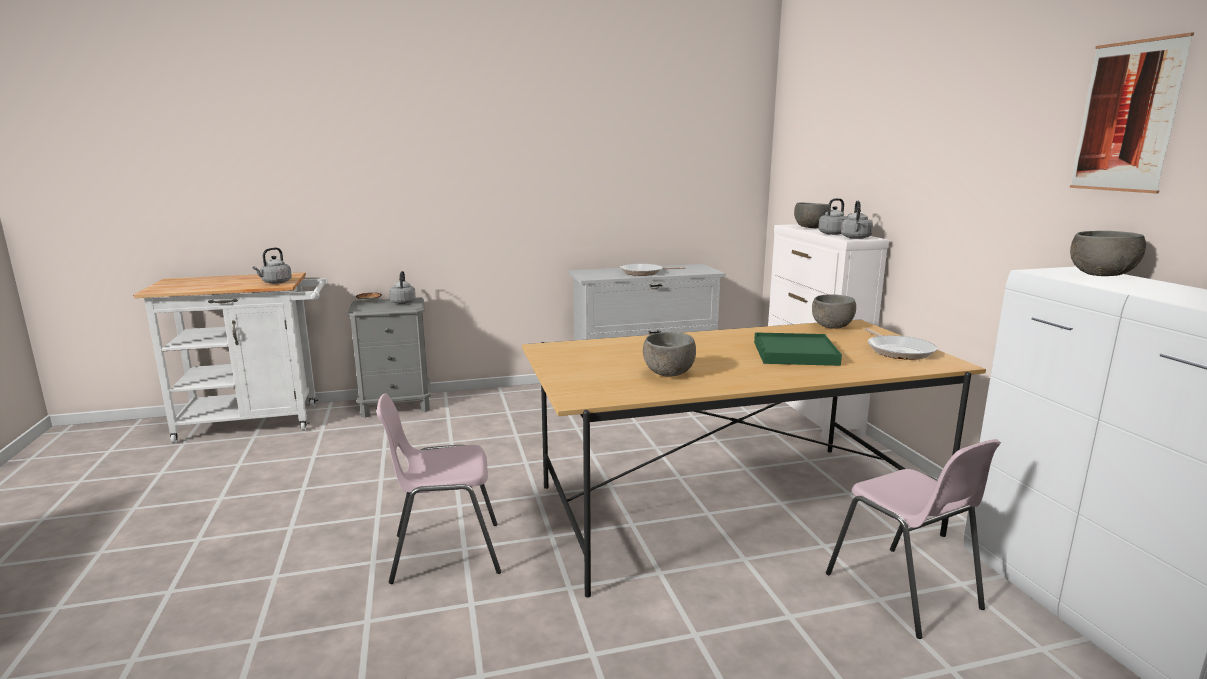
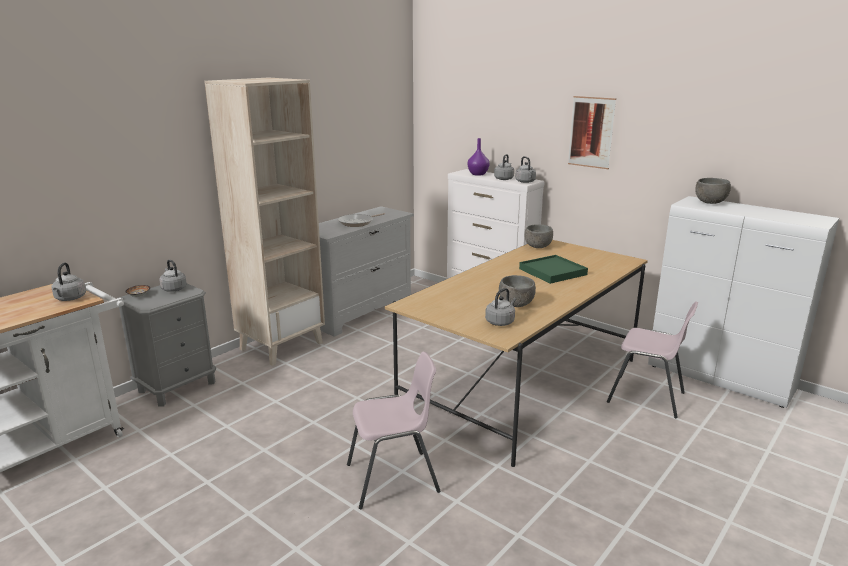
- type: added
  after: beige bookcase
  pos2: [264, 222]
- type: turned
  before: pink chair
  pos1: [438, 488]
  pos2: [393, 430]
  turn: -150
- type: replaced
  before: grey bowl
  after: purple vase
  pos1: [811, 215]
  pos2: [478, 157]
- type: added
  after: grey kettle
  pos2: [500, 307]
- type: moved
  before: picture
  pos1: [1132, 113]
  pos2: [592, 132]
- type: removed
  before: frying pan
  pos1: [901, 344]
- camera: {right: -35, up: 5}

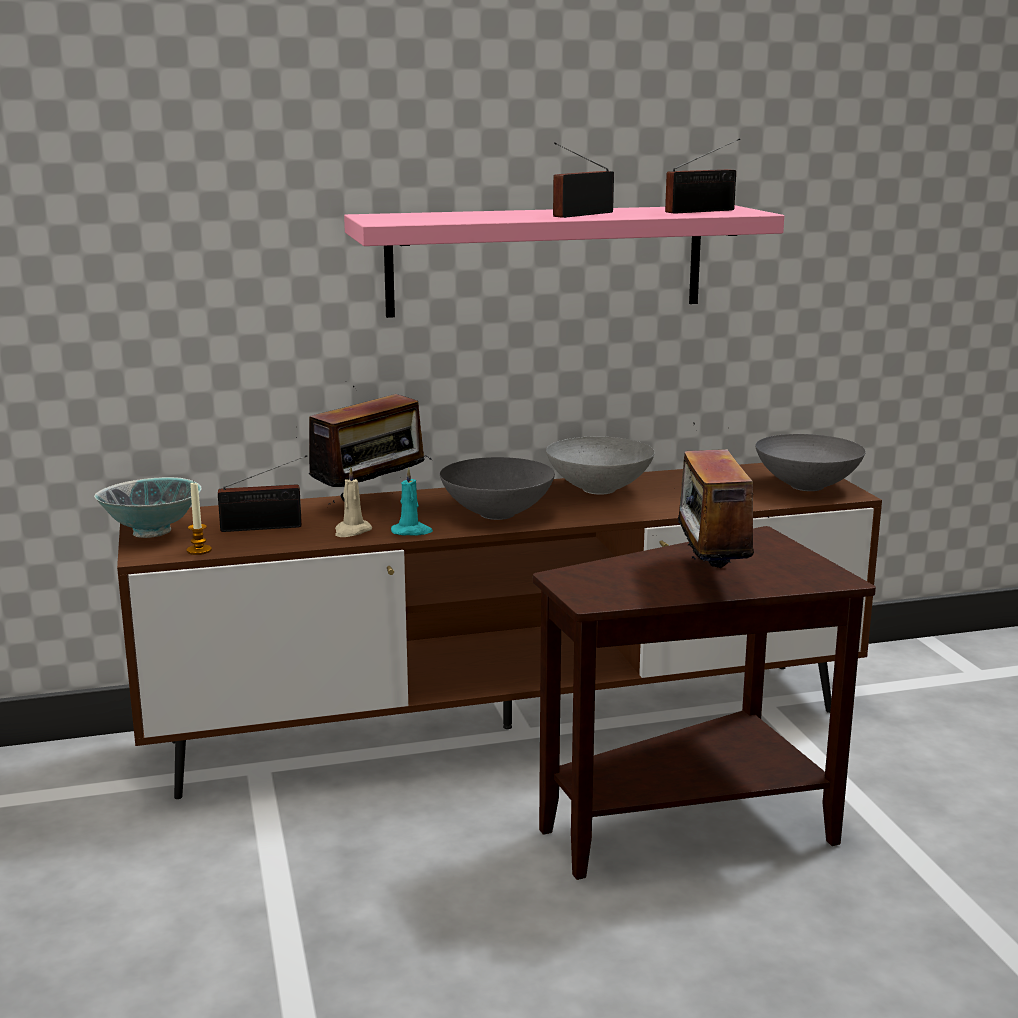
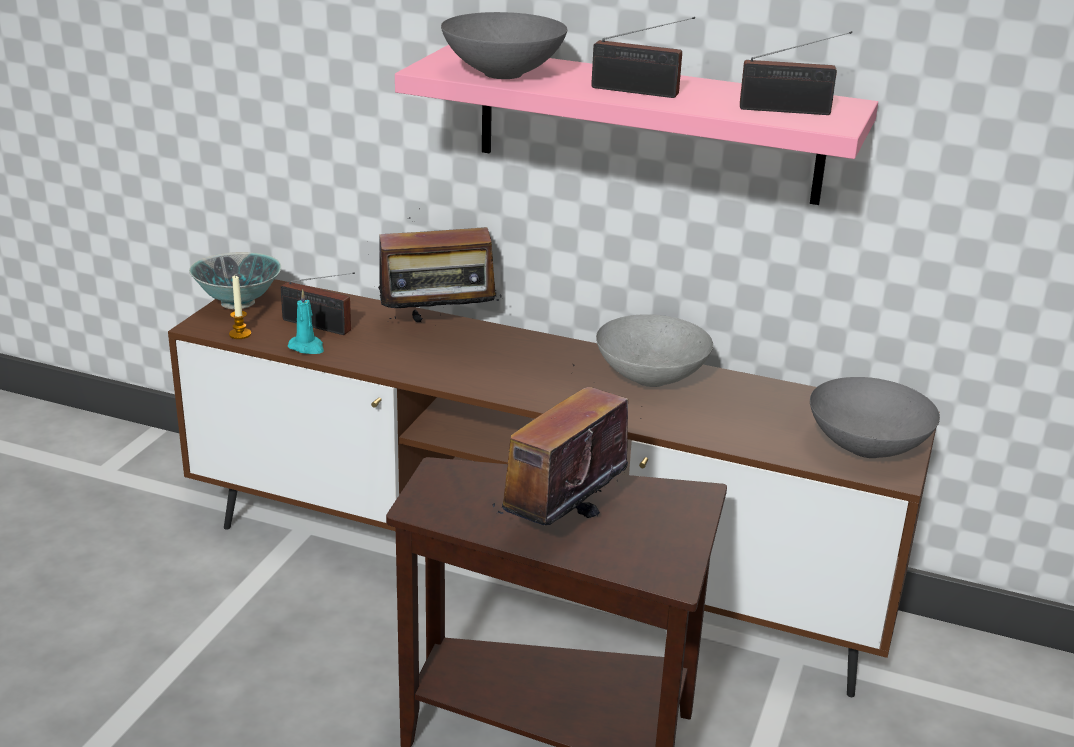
- type: moved
  before: turquoise candle
  pos1: [412, 501]
  pos2: [306, 322]
- type: moved
  before: grey bowl
  pos1: [497, 488]
  pos2: [504, 45]
- type: turned
  before: radio
  pos1: [583, 180]
  pos2: [643, 57]
  turn: -150
- type: removed
  before: beige candle
  pos1: [353, 502]
- camera: {right: 35, up: 10}

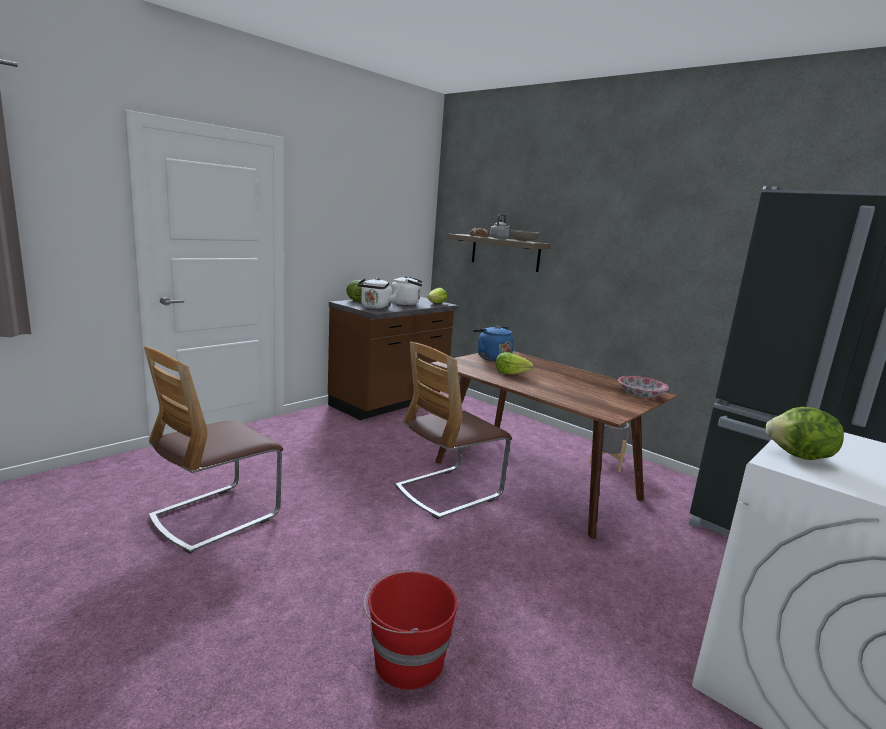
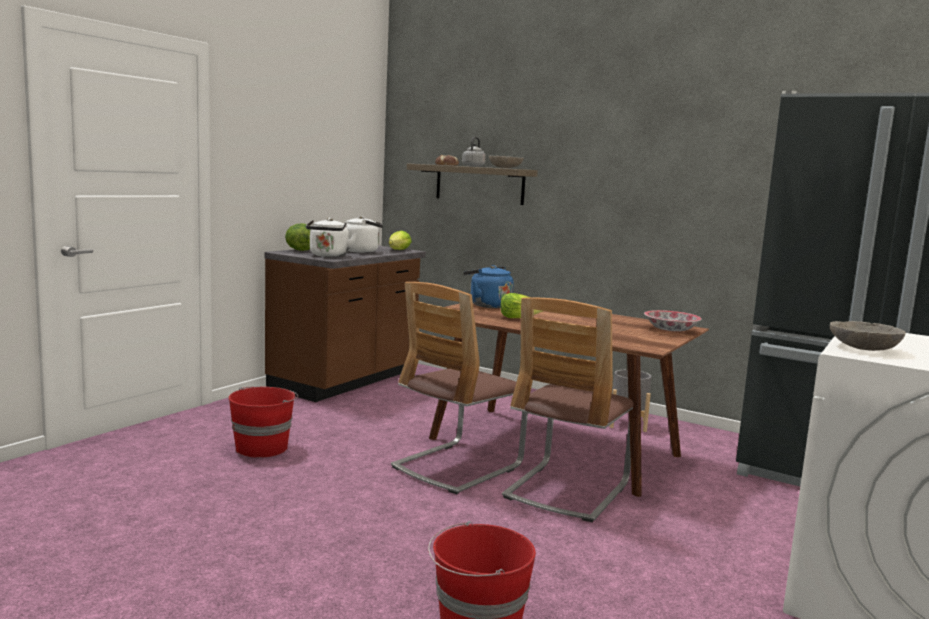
- type: added
  after: red bucket
  pos2: [263, 422]
- type: moved
  before: chair
  pos1: [213, 449]
  pos2: [568, 409]
- type: replaced
  before: lettuce
  after: grey bowl
  pos1: [804, 433]
  pos2: [868, 336]
- camera: {right: -10, up: -5}

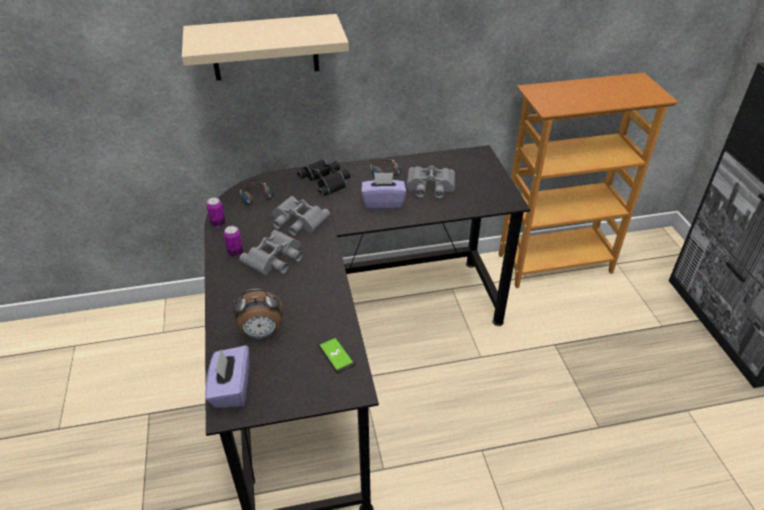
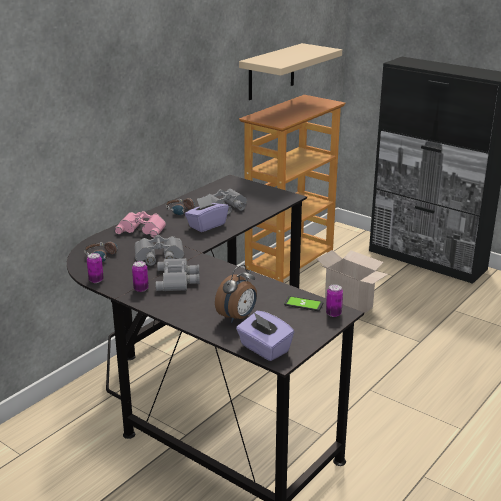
- type: recoloured
  before: black binoculars
  after: pink binoculars
  pos1: [323, 178]
  pos2: [140, 224]
- type: moved
  before: beige shelf
  pos1: [265, 47]
  pos2: [290, 71]
- type: added
  after: cardboard box
  pos2: [352, 282]
- type: added
  after: can
  pos2: [334, 300]
- camera: {right: -40, up: -15}

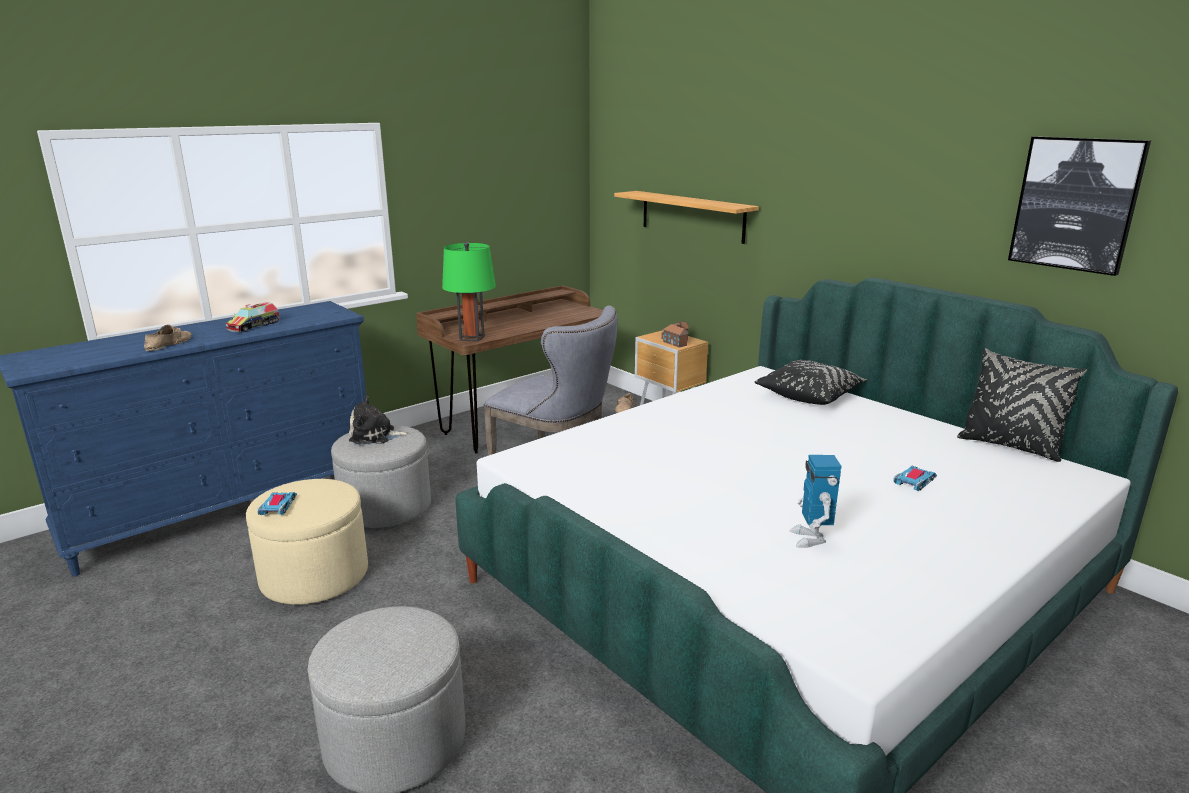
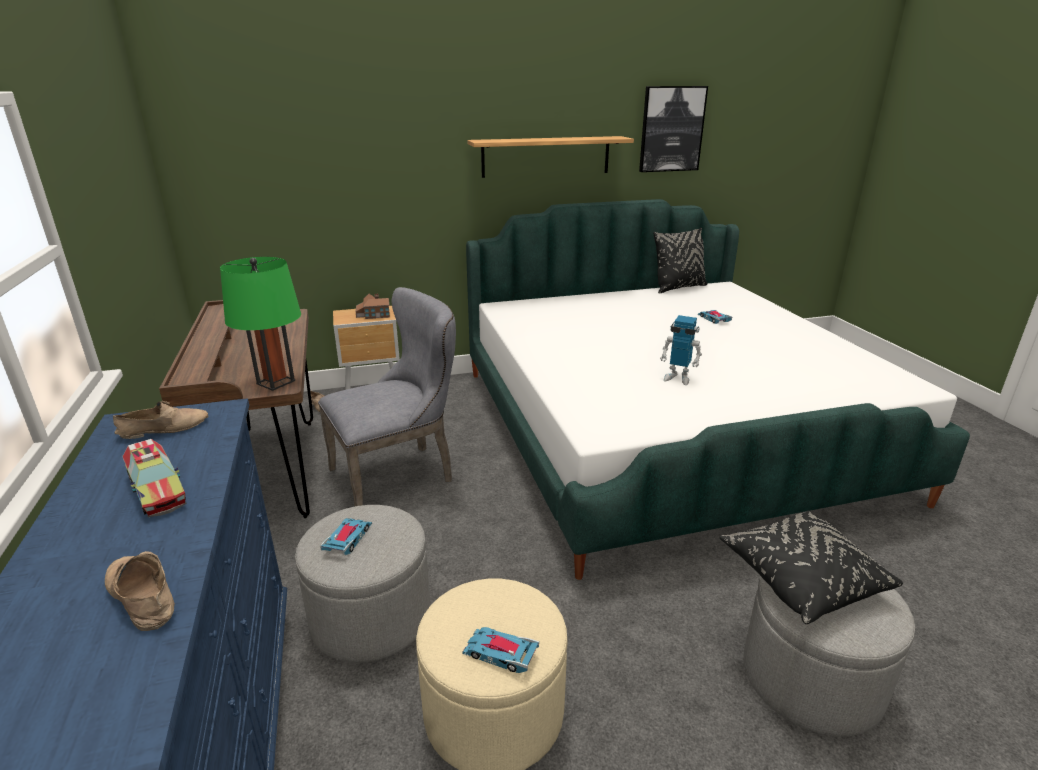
- type: added
  after: beige shoe
  pos2: [160, 420]
- type: replaced
  before: plush toy
  after: toy car
  pos1: [379, 420]
  pos2: [346, 536]
- type: moved
  before: shelf
  pos1: [686, 217]
  pos2: [550, 157]
- type: moved
  before: toy robot
  pos1: [815, 501]
  pos2: [681, 350]
- type: moved
  before: black pillow
  pos1: [811, 382]
  pos2: [811, 567]
- camera: {right: -65, up: 5}

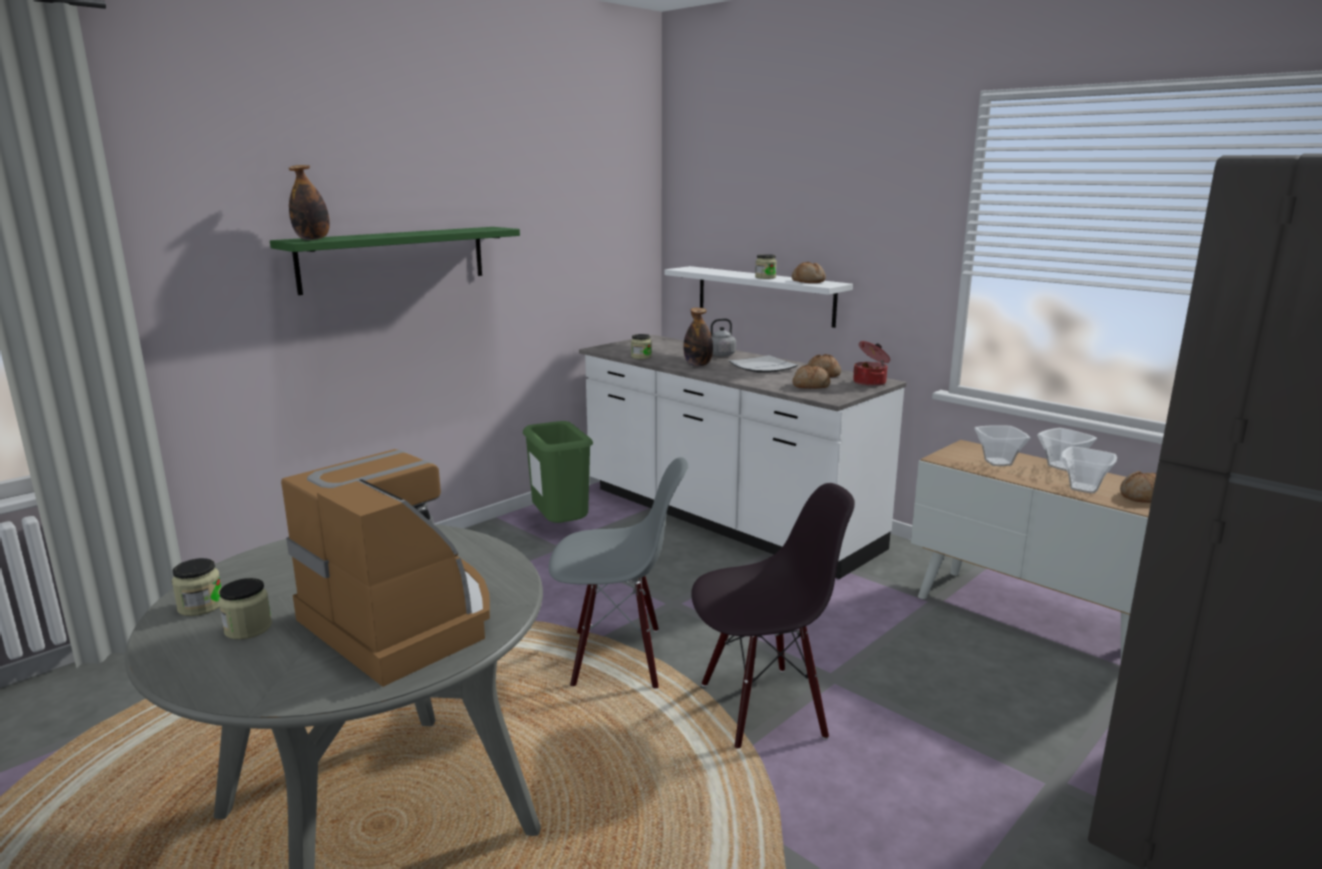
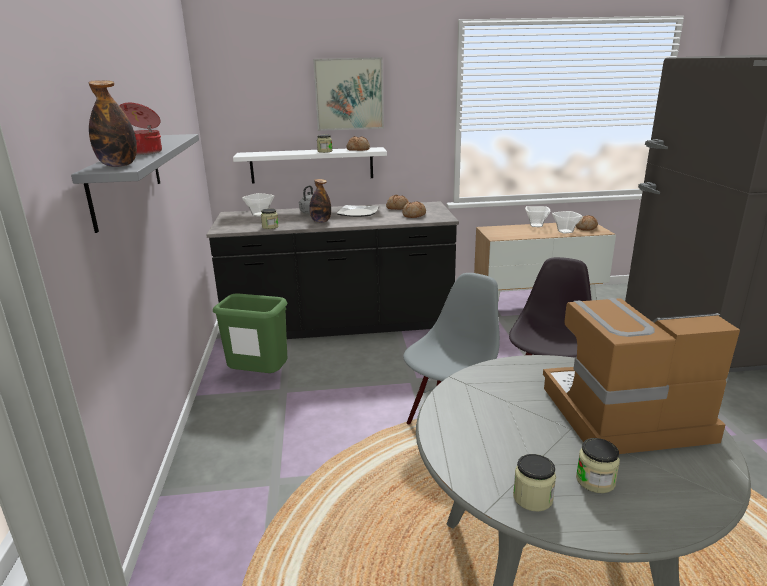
- type: recoloured
  before: green shelf
  after: grey shelf
  pos1: [395, 261]
  pos2: [135, 183]
- type: moved
  before: cooking pot
  pos1: [871, 363]
  pos2: [140, 129]
- type: recoloured
  before: white counter
  after: black counter
  pos1: [742, 457]
  pos2: [332, 270]
- type: moved
  before: bowl
  pos1: [1002, 445]
  pos2: [258, 205]
- type: added
  after: picture
  pos2: [348, 94]
- camera: {right: -50, up: 5}

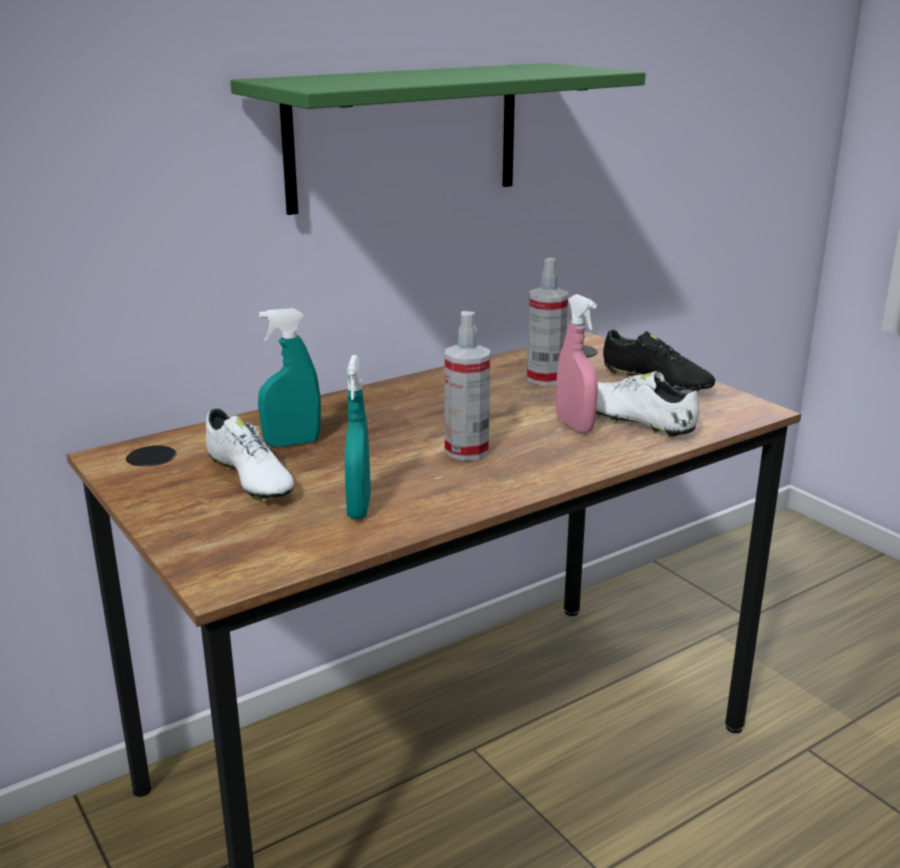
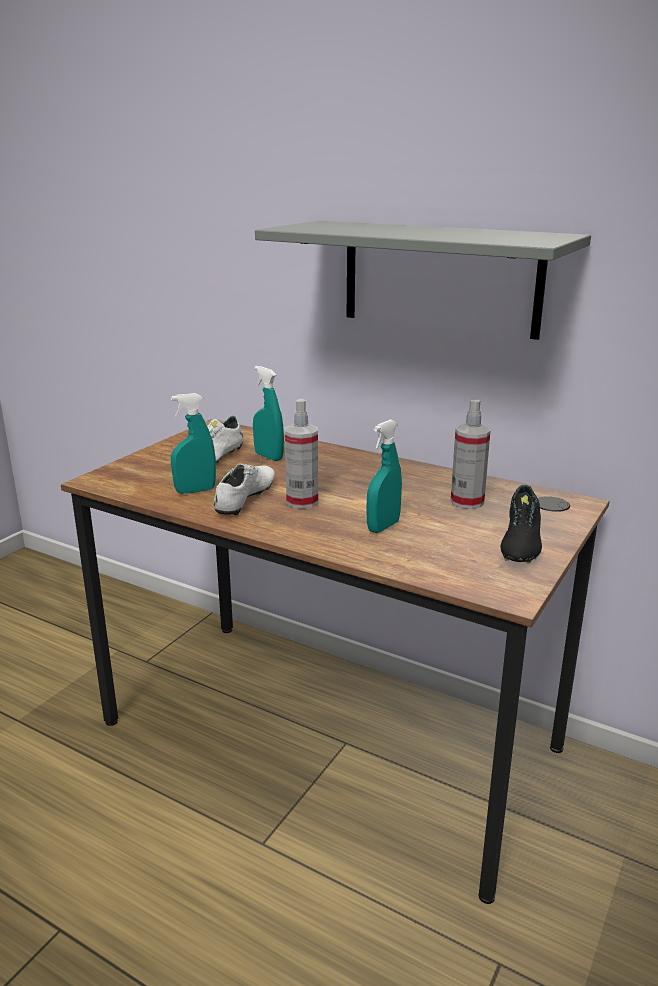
- type: moved
  before: white shoe
  pos1: [647, 404]
  pos2: [244, 490]
- type: recoloured
  before: green shelf
  after: grey shelf
  pos1: [438, 139]
  pos2: [423, 280]
- type: recoloured
  before: pink spray bottle
  after: turquoise spray bottle
  pos1: [577, 363]
  pos2: [384, 476]
- camera: {right: 65, up: 0}

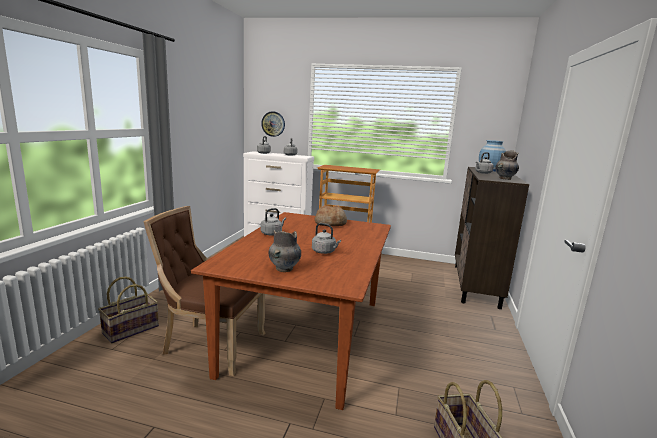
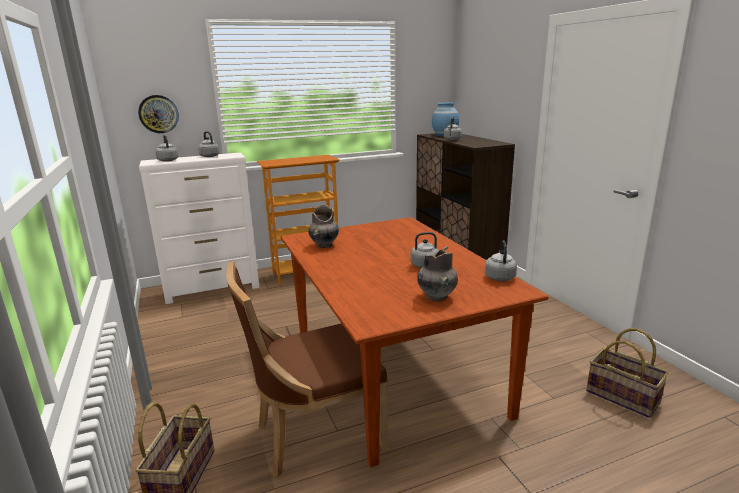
- type: moved
  before: grey vase
  pos1: [507, 165]
  pos2: [323, 226]
- type: moved
  before: grey kettle
  pos1: [273, 221]
  pos2: [501, 260]
- type: removed
  before: bread
  pos1: [331, 216]
- camera: {right: -35, up: 5}

